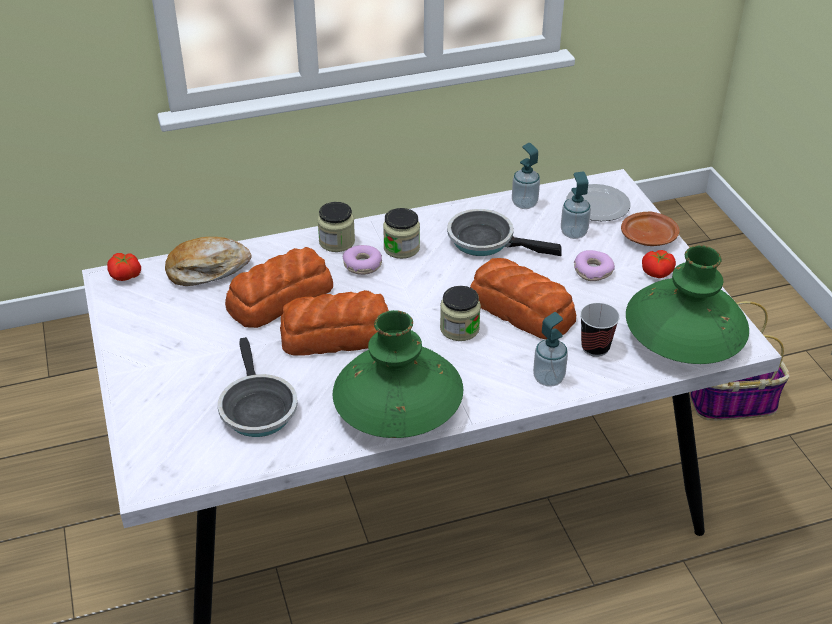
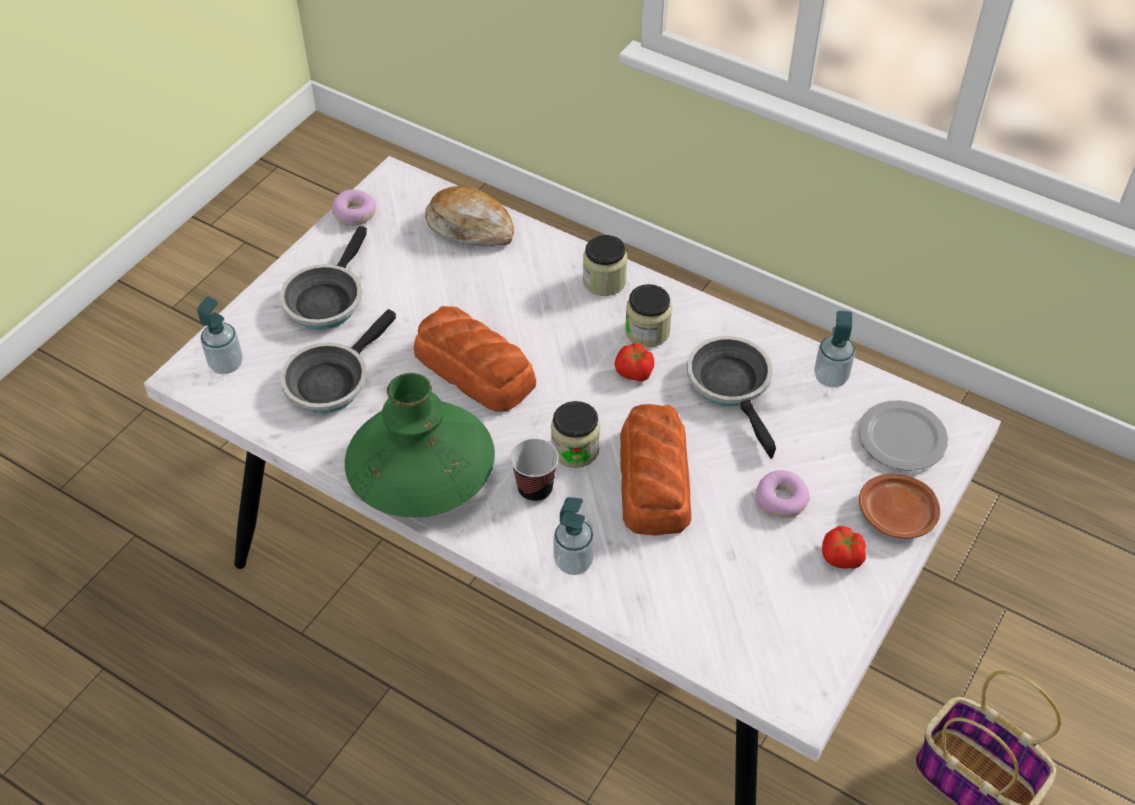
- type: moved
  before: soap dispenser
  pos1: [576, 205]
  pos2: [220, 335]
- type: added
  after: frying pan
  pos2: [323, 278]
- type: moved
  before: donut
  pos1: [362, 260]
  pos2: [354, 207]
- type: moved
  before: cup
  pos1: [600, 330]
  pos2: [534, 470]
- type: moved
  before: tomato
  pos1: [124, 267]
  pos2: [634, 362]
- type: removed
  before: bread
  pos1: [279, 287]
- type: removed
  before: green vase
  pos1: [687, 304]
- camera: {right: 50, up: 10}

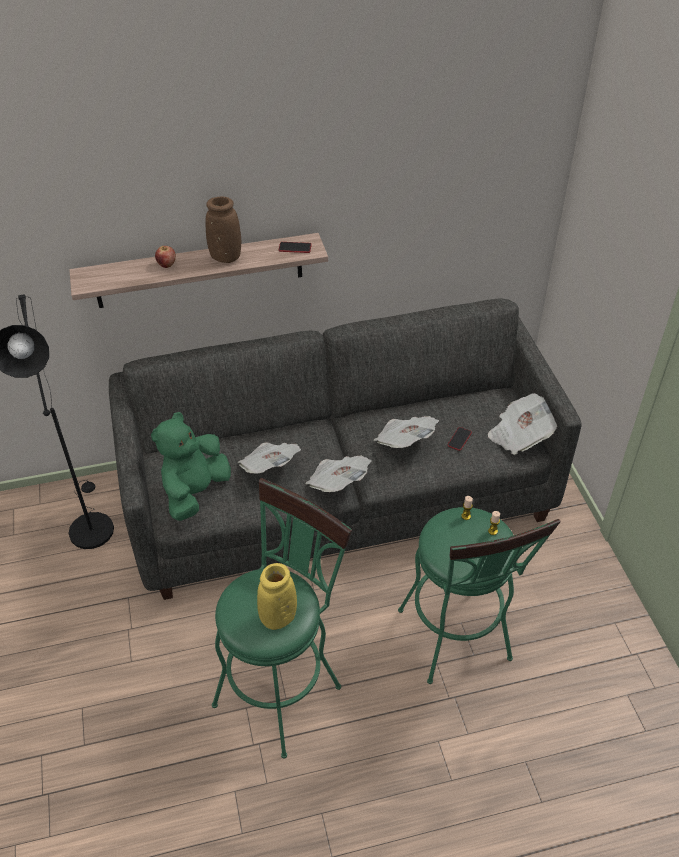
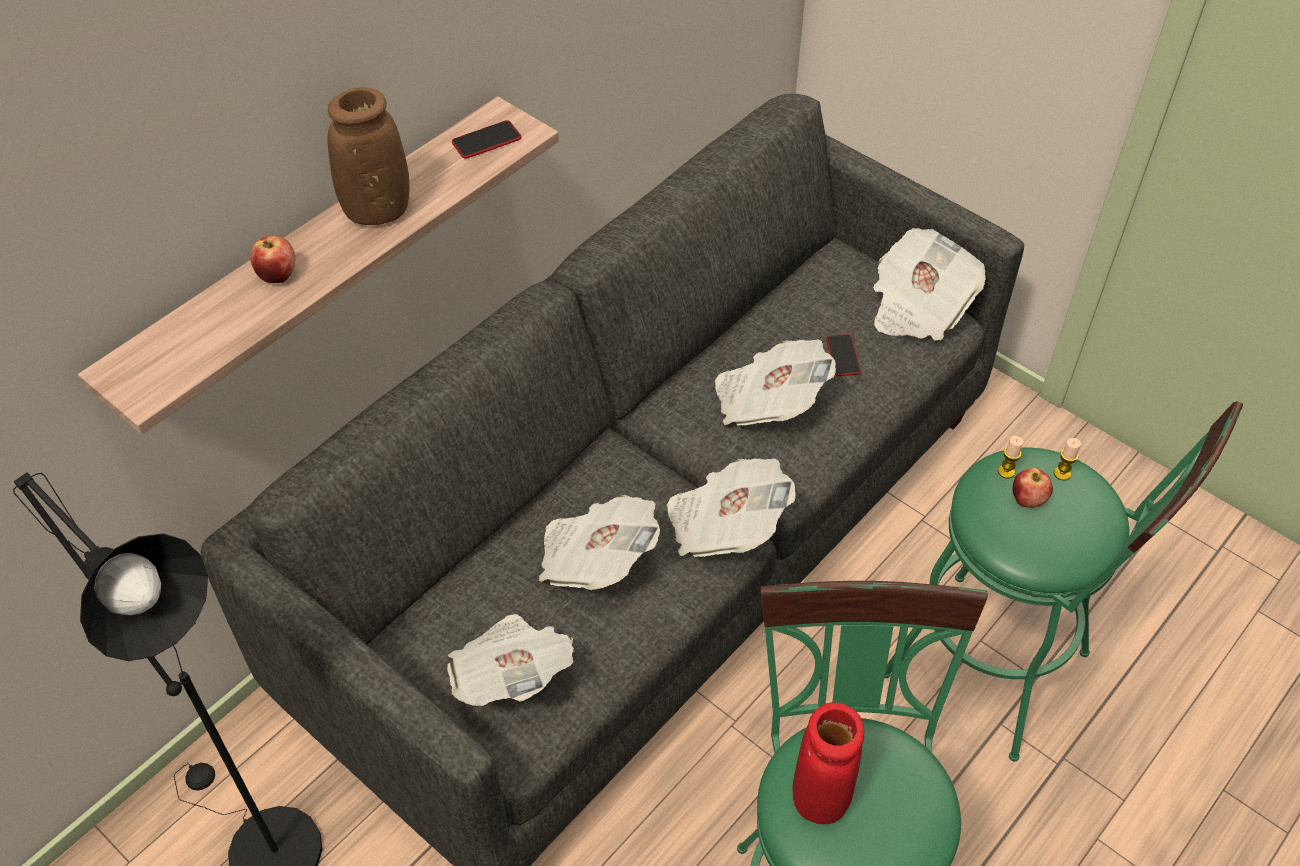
- type: replaced
  before: green plush toy
  after: newspaper
  pos1: [191, 466]
  pos2: [510, 660]
- type: added
  after: red vase
  pos2: [828, 763]
- type: added
  after: apple
  pos2: [1032, 488]
- type: removed
  before: yellow vase
  pos1: [277, 596]
- camera: {right: -35, up: 5}

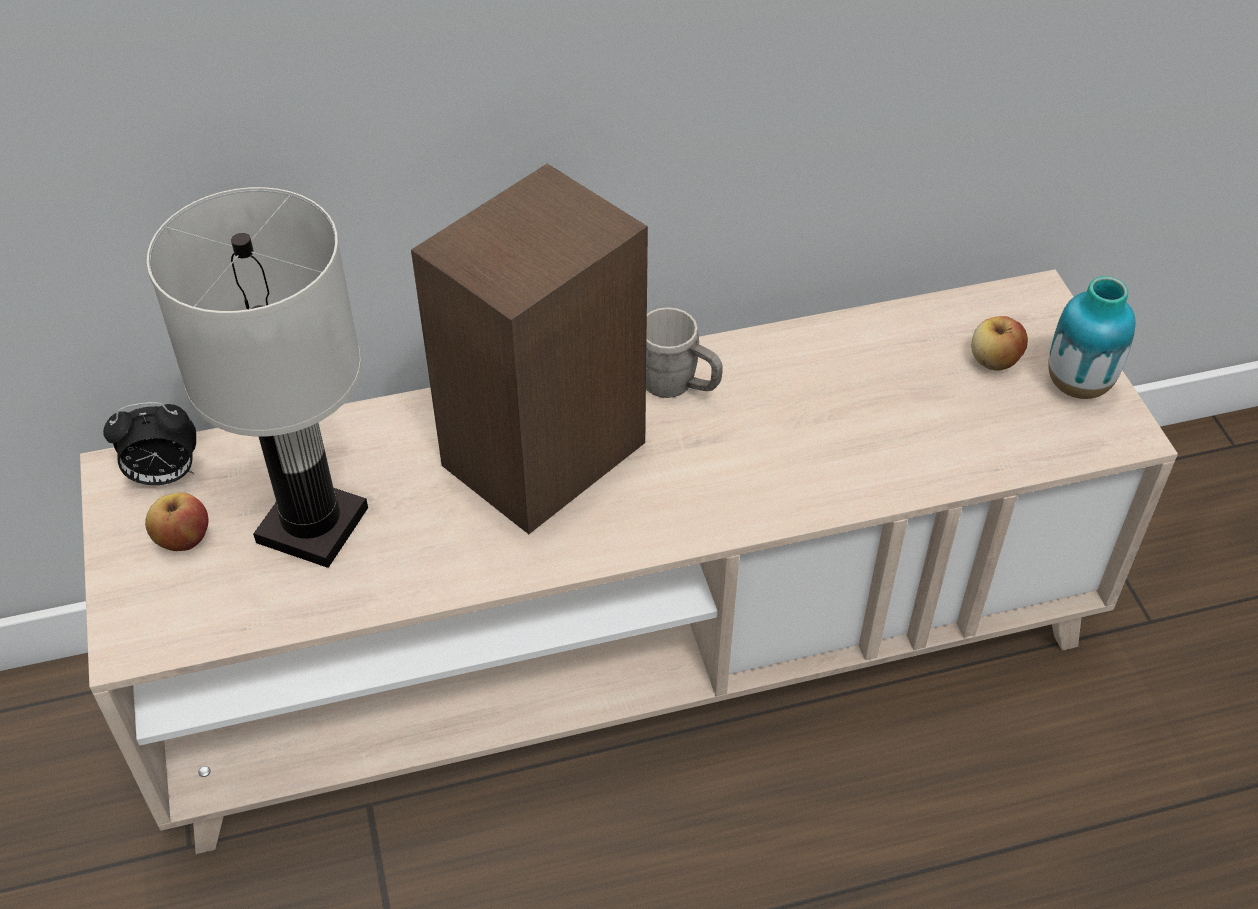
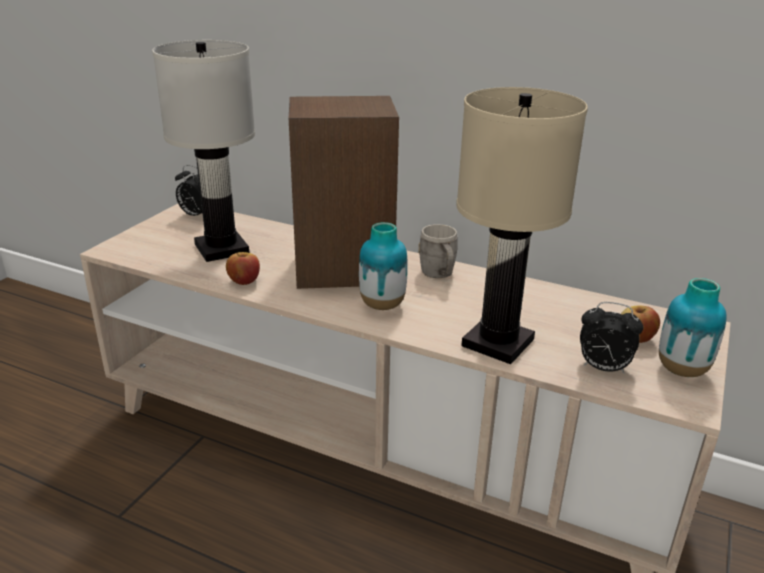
- type: moved
  before: apple
  pos1: [177, 521]
  pos2: [243, 268]
- type: added
  after: vase
  pos2: [383, 266]
- type: added
  after: beige table lamp
  pos2: [522, 225]
- type: added
  after: alarm clock
  pos2: [611, 338]
- camera: {right: 40, up: -20}

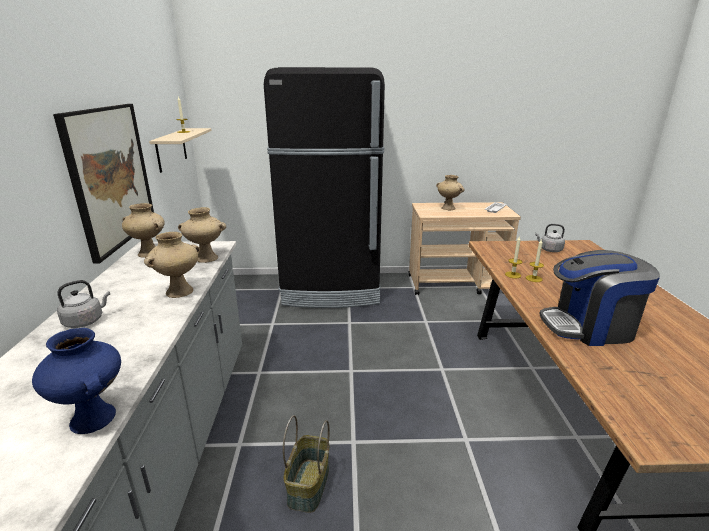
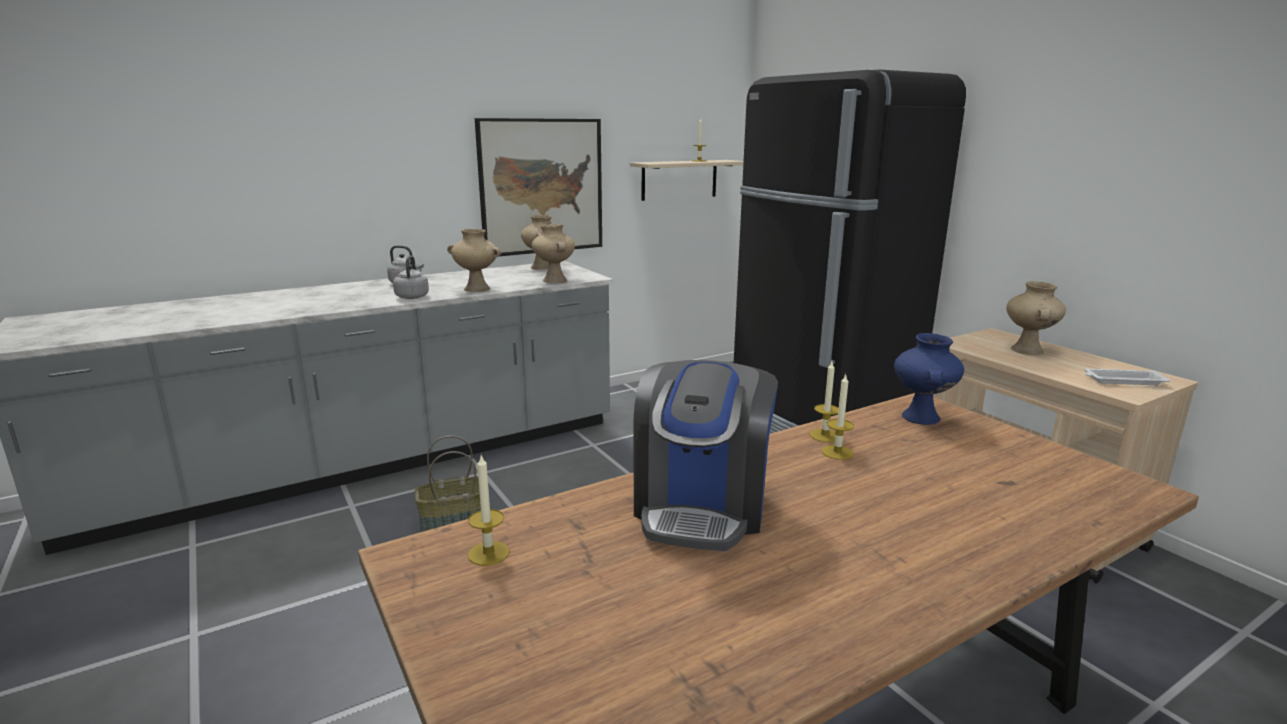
- type: moved
  before: grey kettle
  pos1: [550, 238]
  pos2: [411, 277]
- type: added
  after: candle
  pos2: [489, 510]
- type: turned
  before: coffee machine
  pos1: [599, 298]
  pos2: [705, 455]
  turn: -135
- type: moved
  before: blue vase
  pos1: [76, 381]
  pos2: [929, 379]
- camera: {right: 60, up: -5}

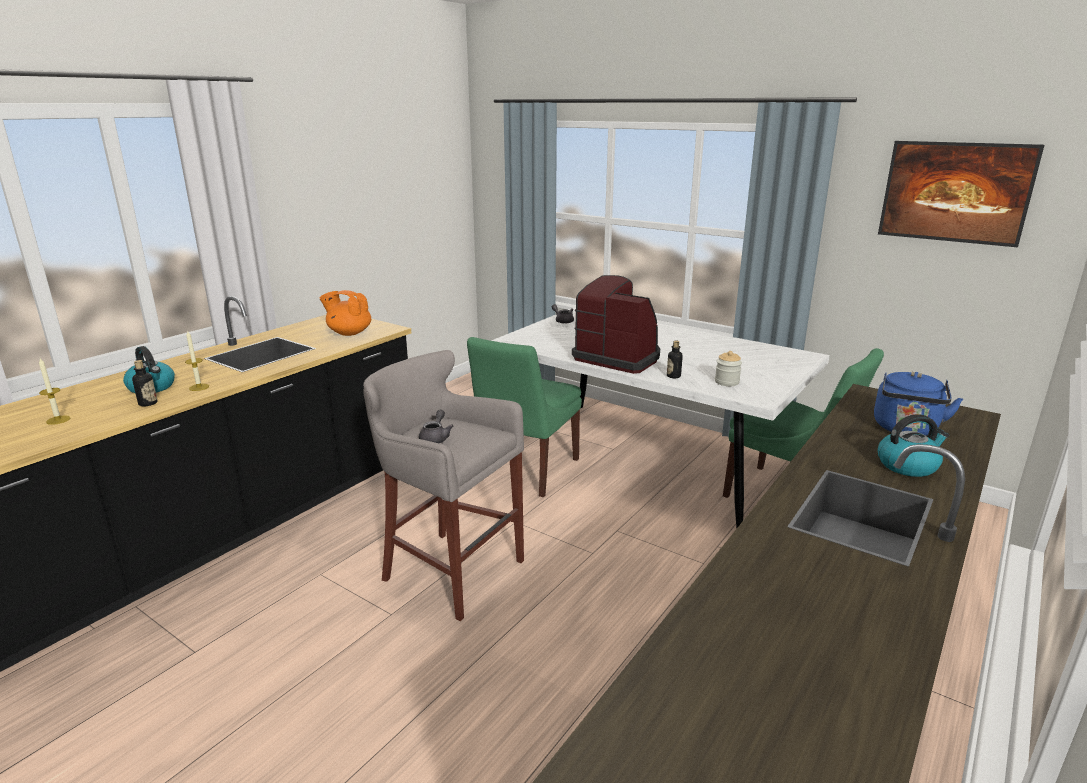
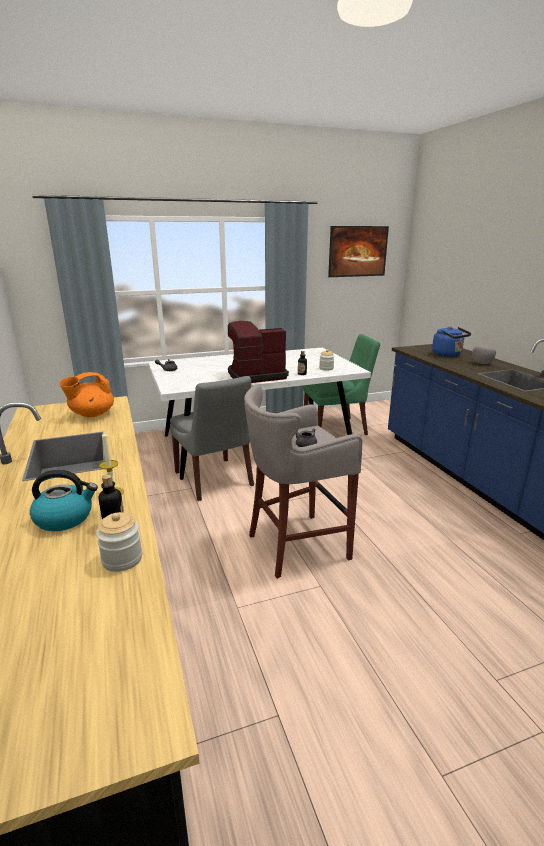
- type: added
  after: jar
  pos2: [119, 542]
- type: recoloured
  before: green chair
  after: grey chair
  pos1: [524, 417]
  pos2: [212, 438]
- type: replaced
  before: kettle
  after: grey bowl
  pos1: [913, 445]
  pos2: [484, 355]
- type: removed
  before: candle
  pos1: [54, 391]
- camera: {right: -55, up: 0}

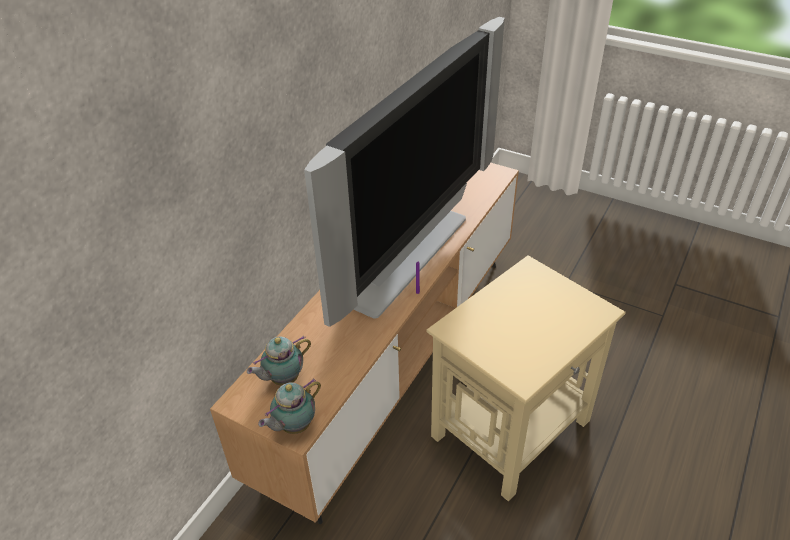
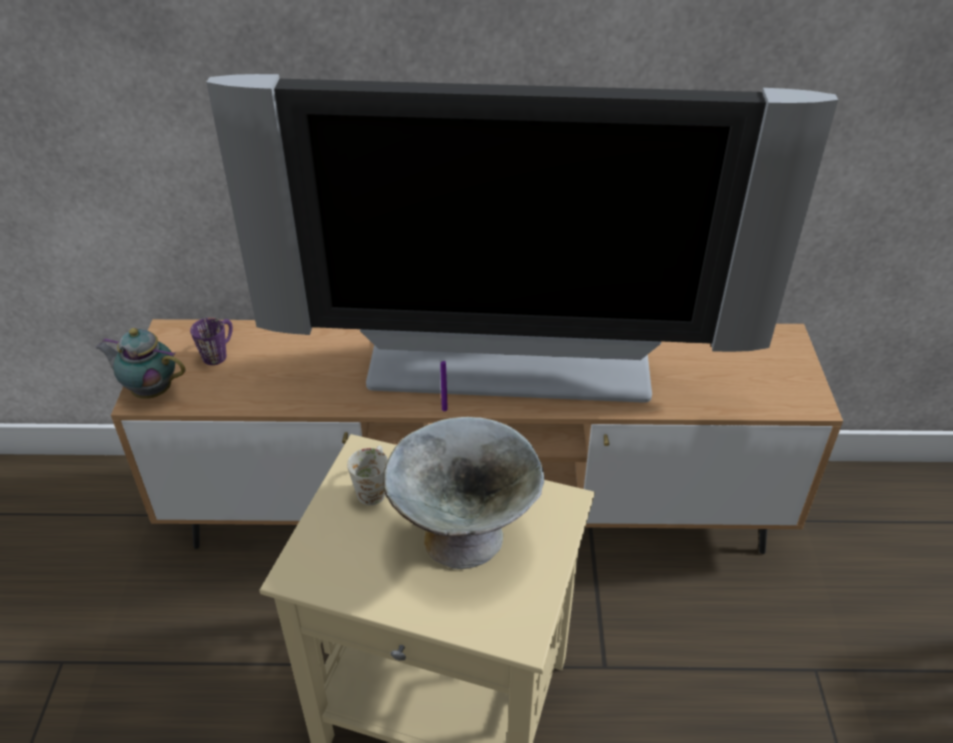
- type: replaced
  before: teapot
  after: purple mug
  pos1: [279, 360]
  pos2: [211, 341]
- type: added
  after: white mug
  pos2: [367, 475]
- type: added
  after: grey bowl
  pos2: [463, 493]
- camera: {right: 60, up: 0}

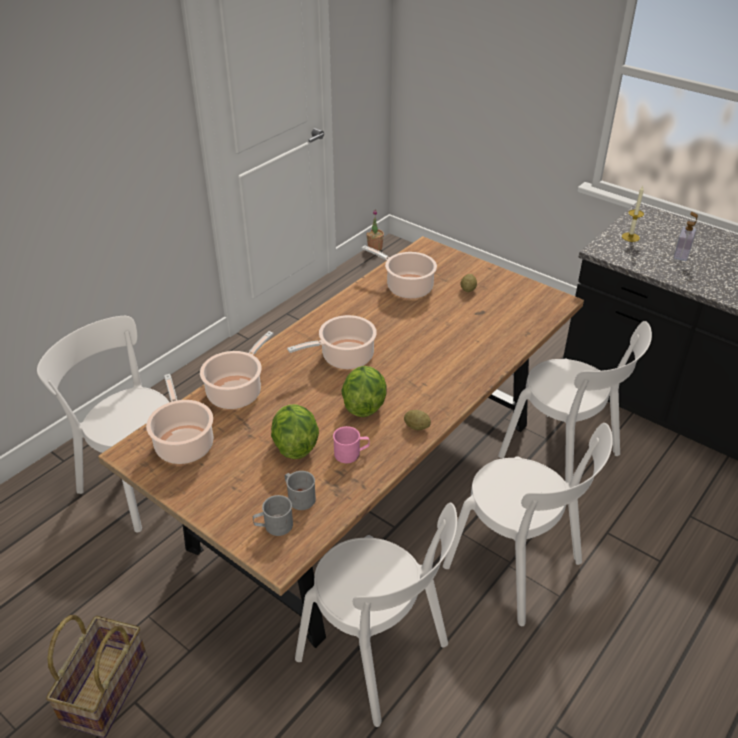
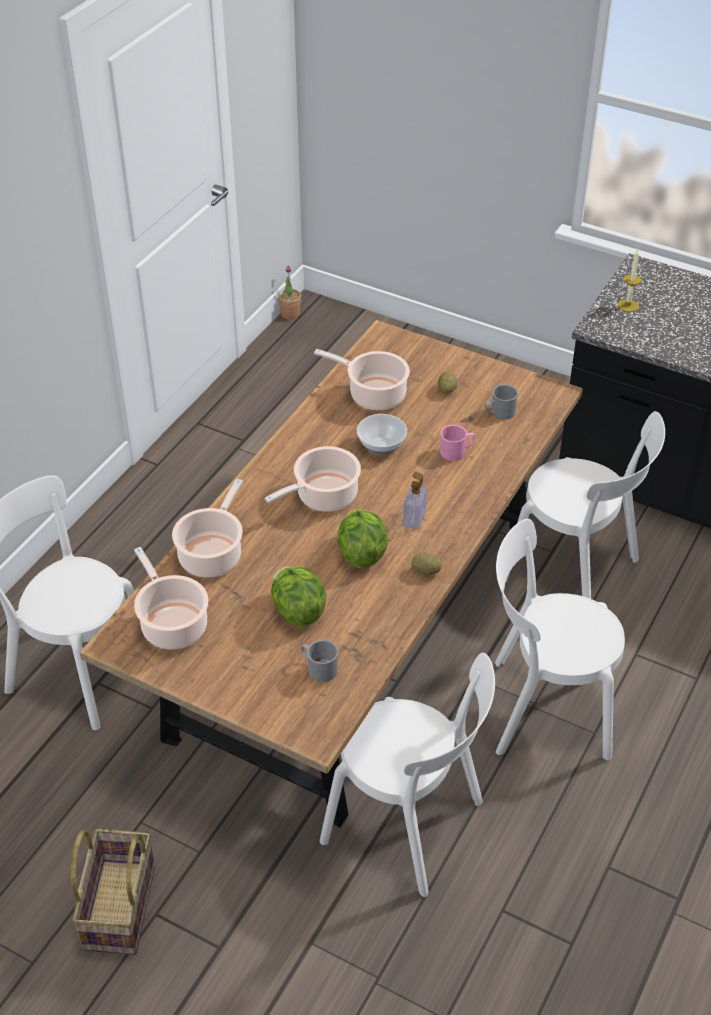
- type: added
  after: bowl
  pos2: [382, 434]
- type: moved
  before: soap dispenser
  pos1: [686, 236]
  pos2: [415, 500]
- type: moved
  before: pink mug
  pos1: [351, 444]
  pos2: [457, 443]
- type: moved
  before: grey mug
  pos1: [273, 515]
  pos2: [501, 401]
- type: turned
  before: white chair
  pos1: [528, 524]
  pos2: [560, 639]
  turn: 150
- camera: {right: -10, up: 5}

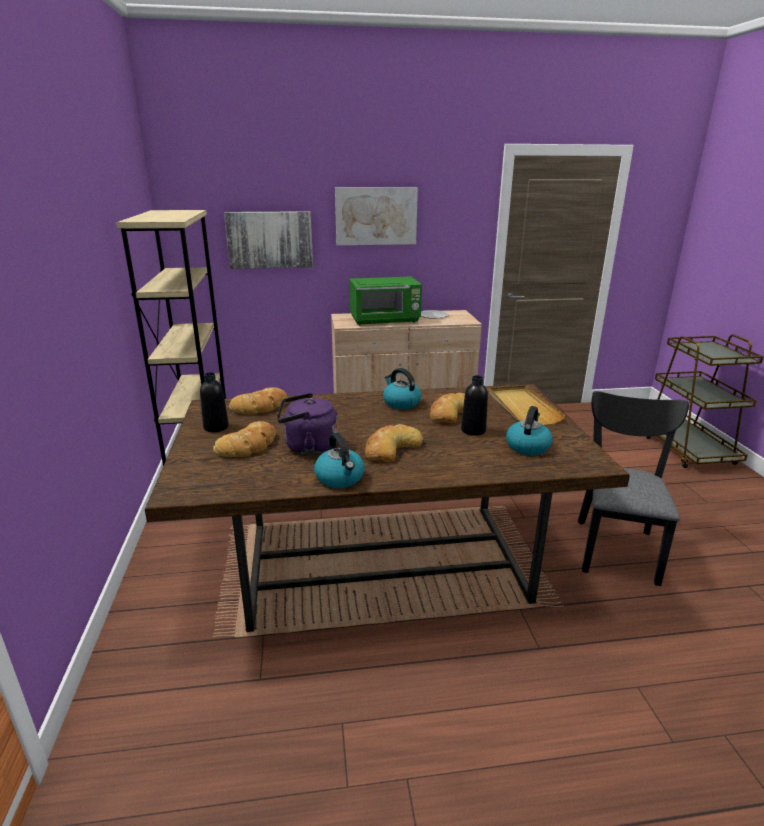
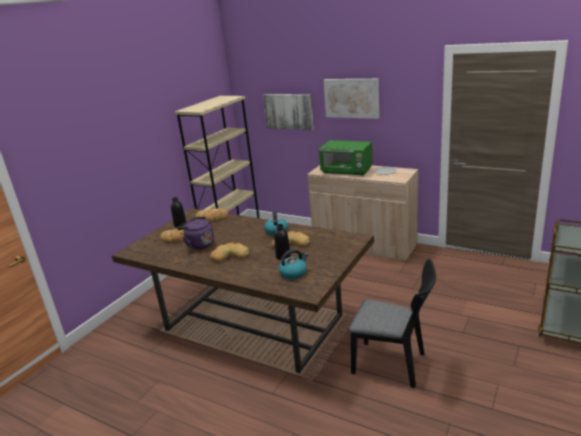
- type: turned
  before: black chair
  pos1: [633, 488]
  pos2: [392, 323]
  turn: 60
- type: removed
  before: kettle
  pos1: [339, 460]
- type: removed
  before: beige tray
  pos1: [527, 405]
- camera: {right: 40, up: 0}

